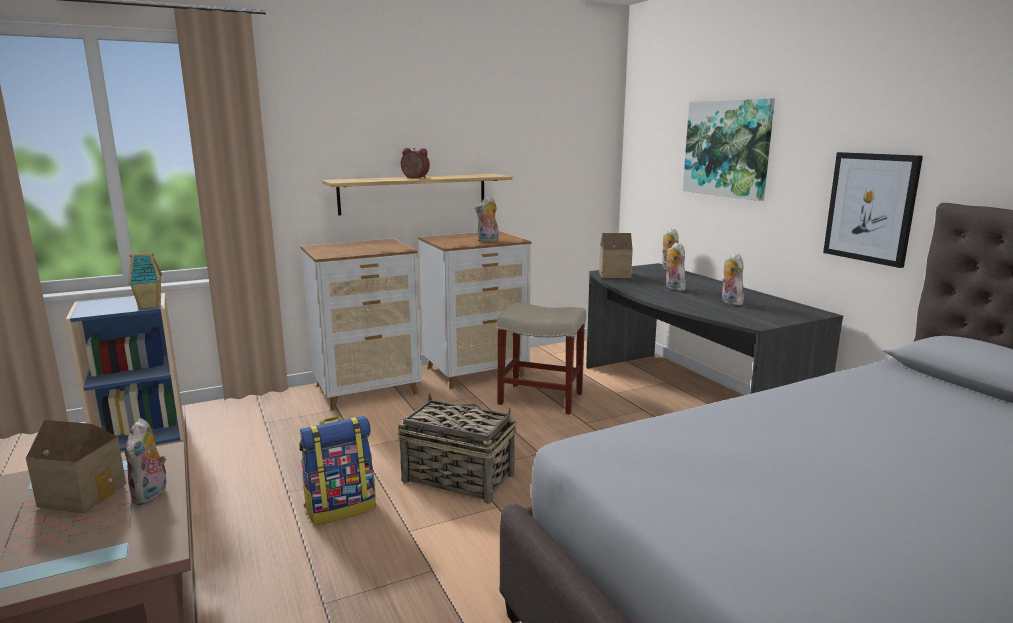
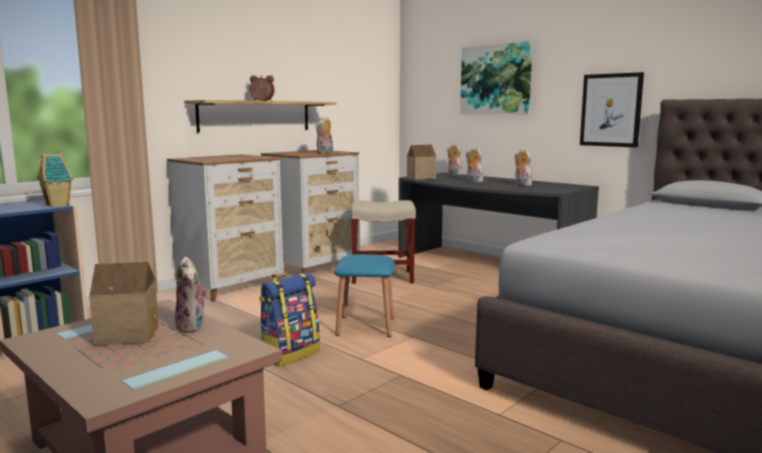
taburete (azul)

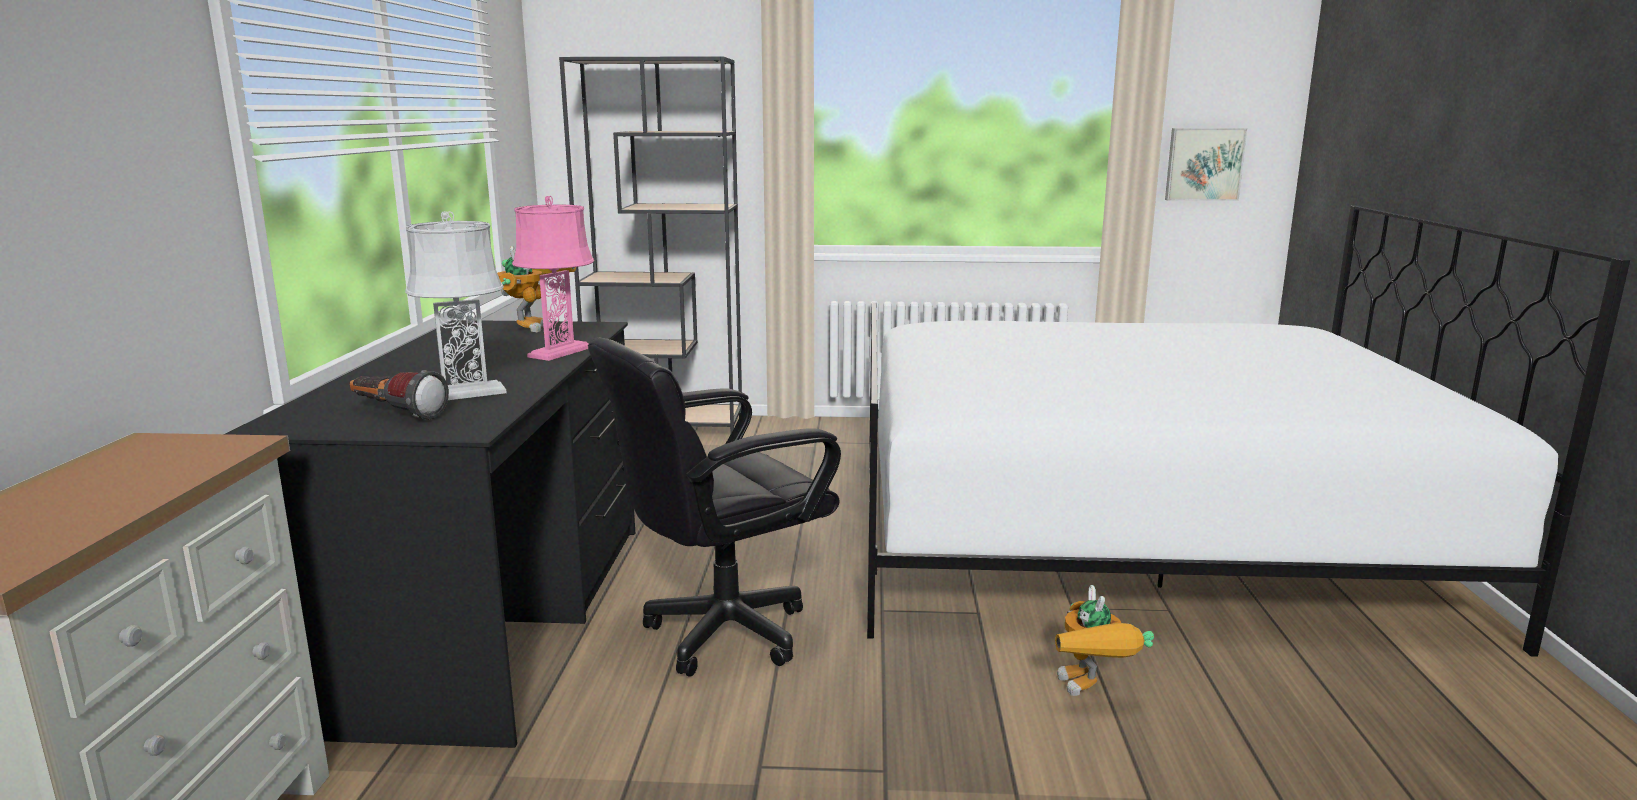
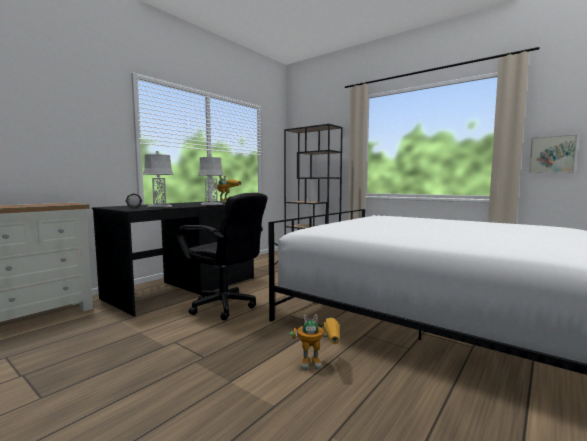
lámpara de mesa (gris) (2nd from left); silla de oficina (negro); robot de juguete (2nd from left)

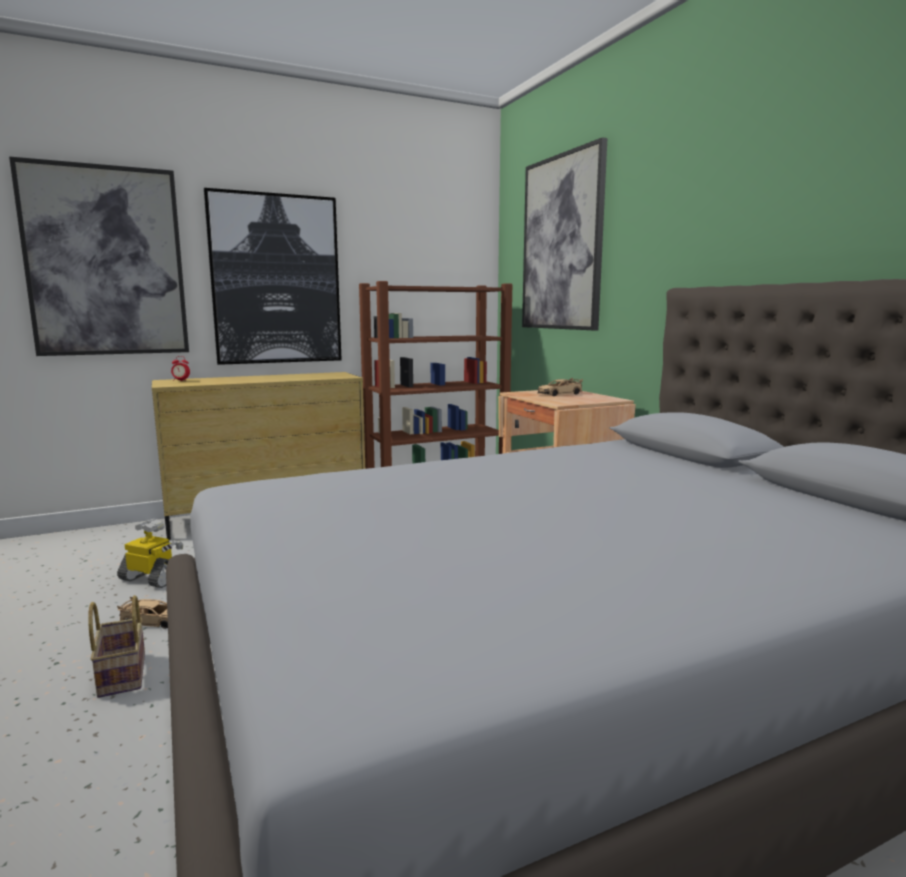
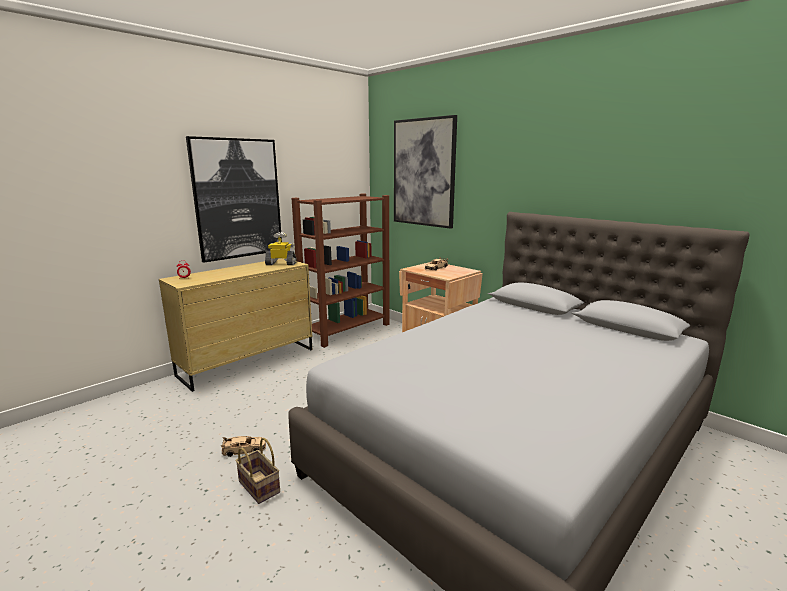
cuadro (1st from left in the first image); robot de juguete

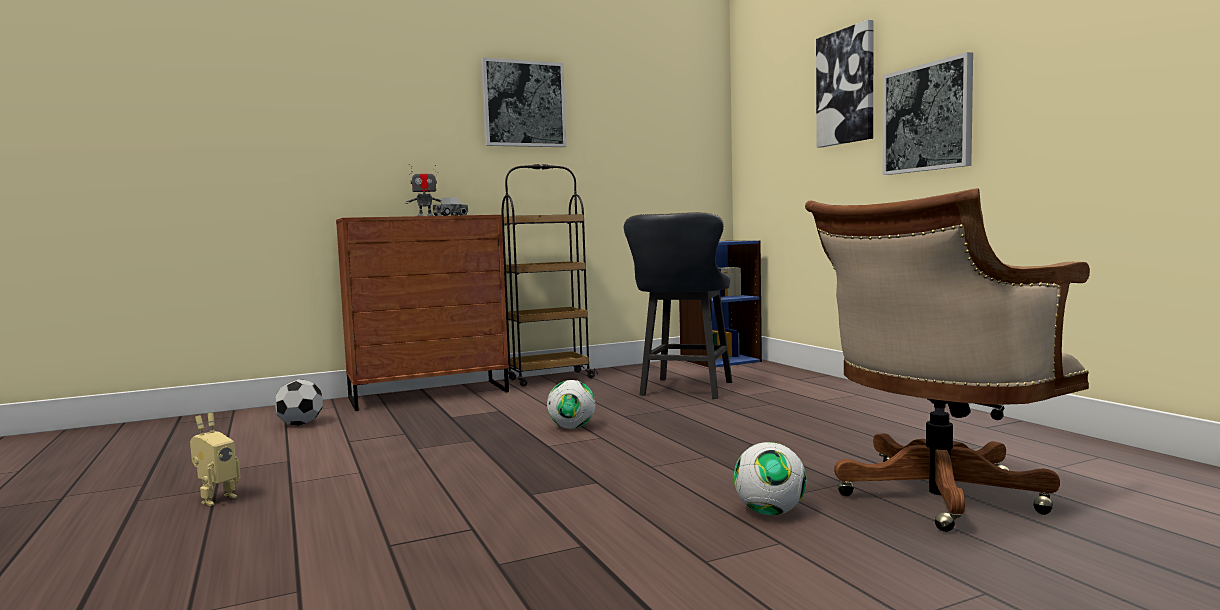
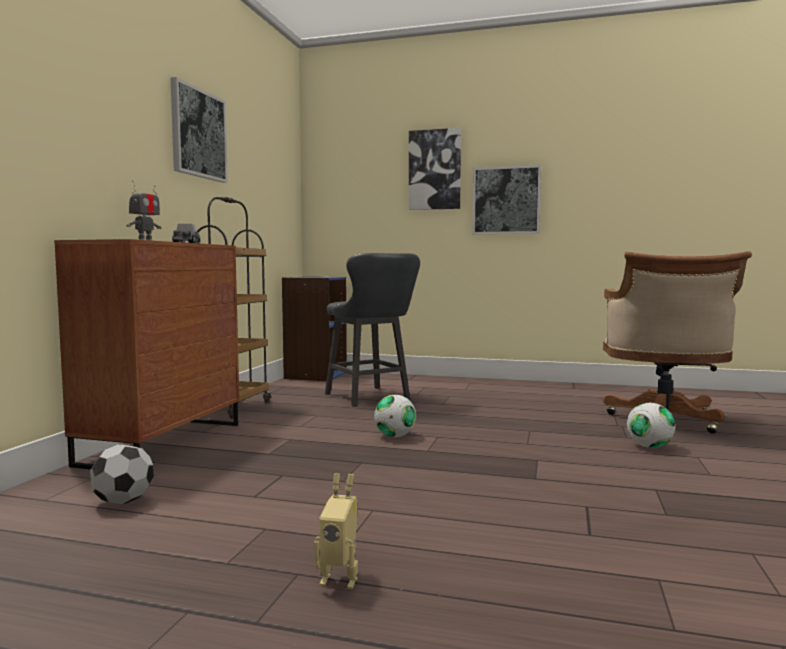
robot de juguete (2nd from left)

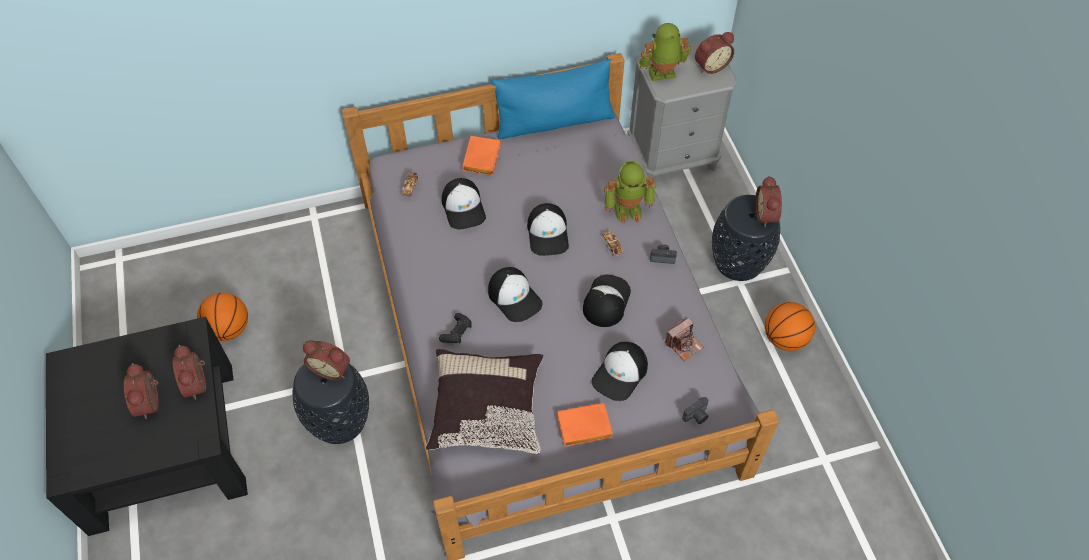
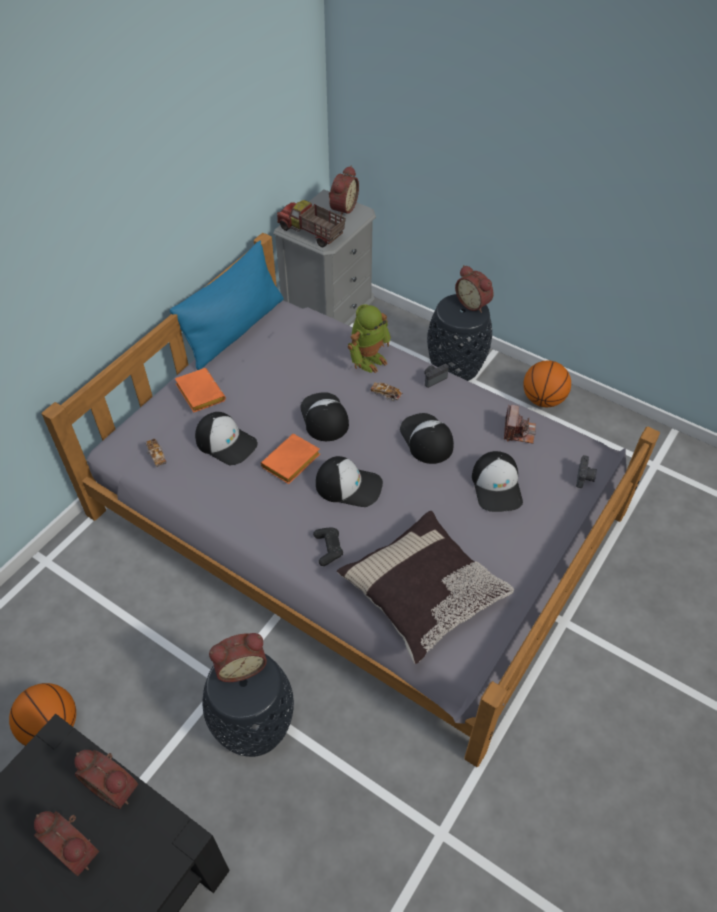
camión de juguete; gorra (2nd from left); libro (naranja) (2nd from left)

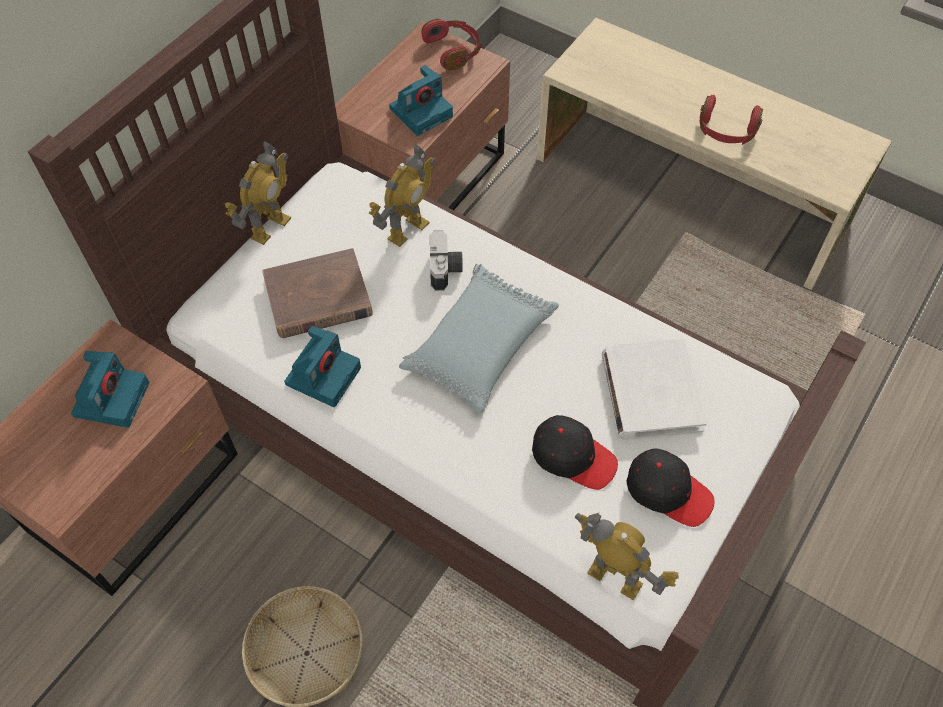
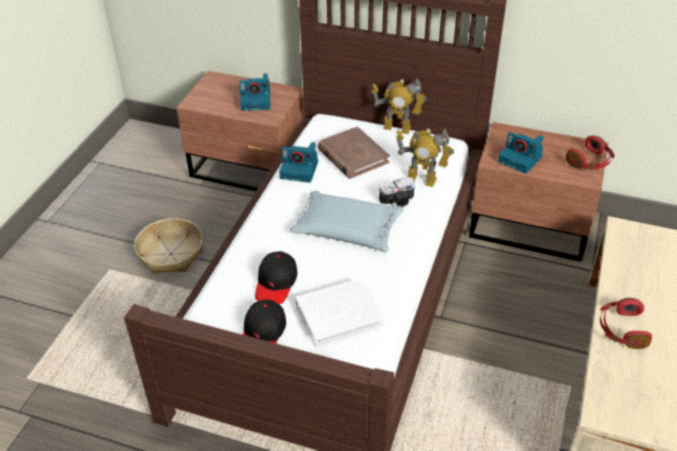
robot de juguete (3rd from left in the first image)

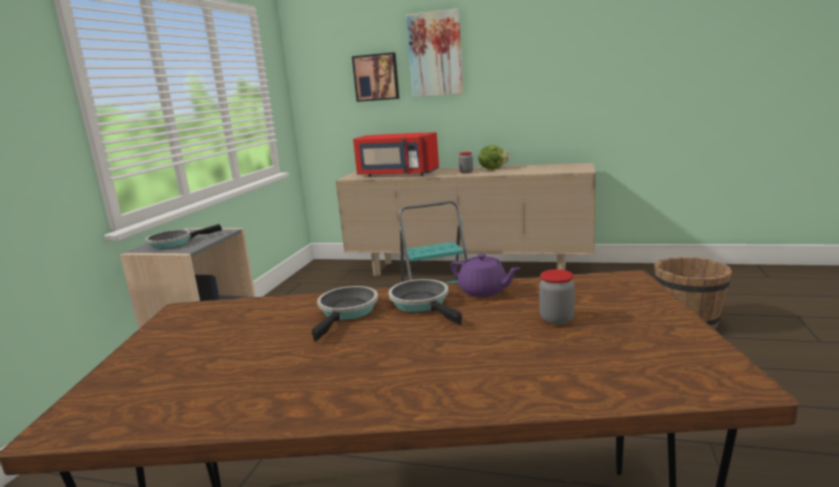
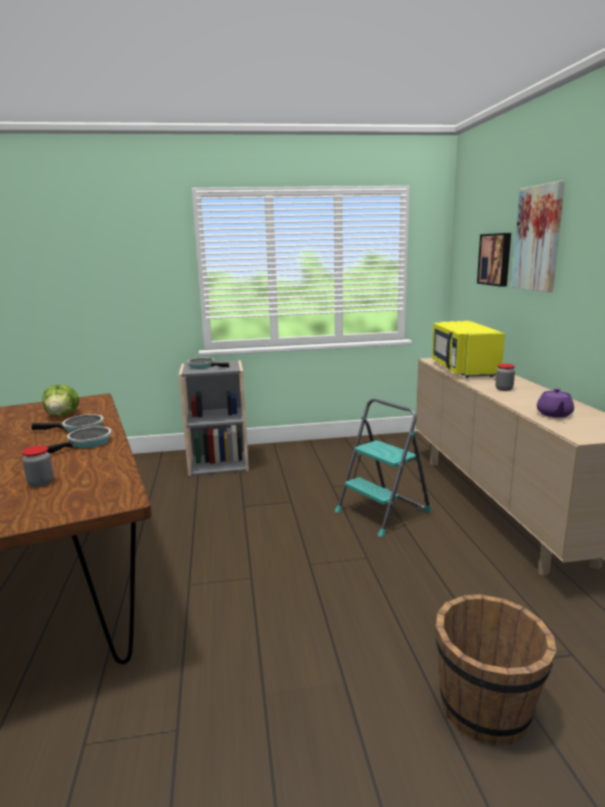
microondas (amarillo); lechuga; tetera (morado)

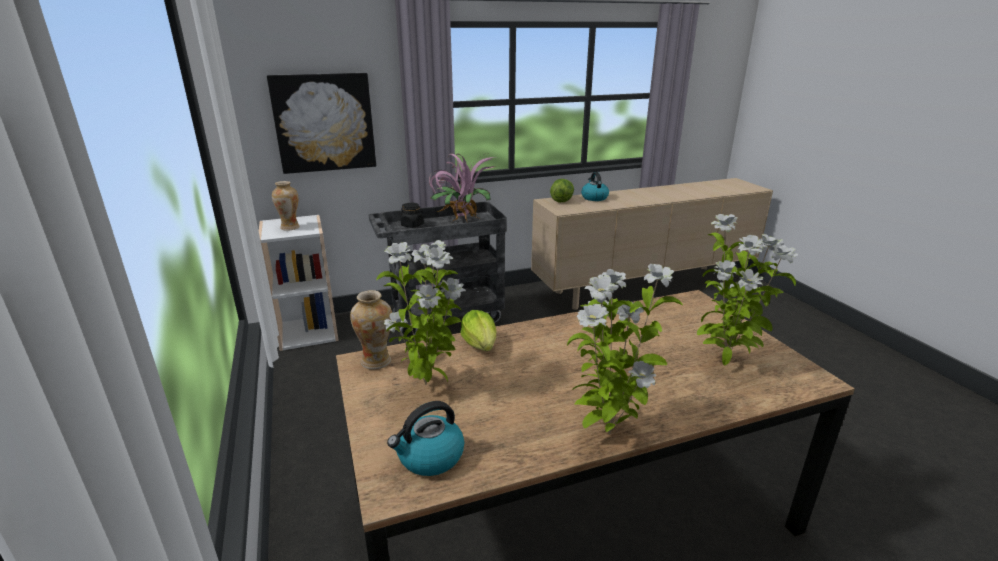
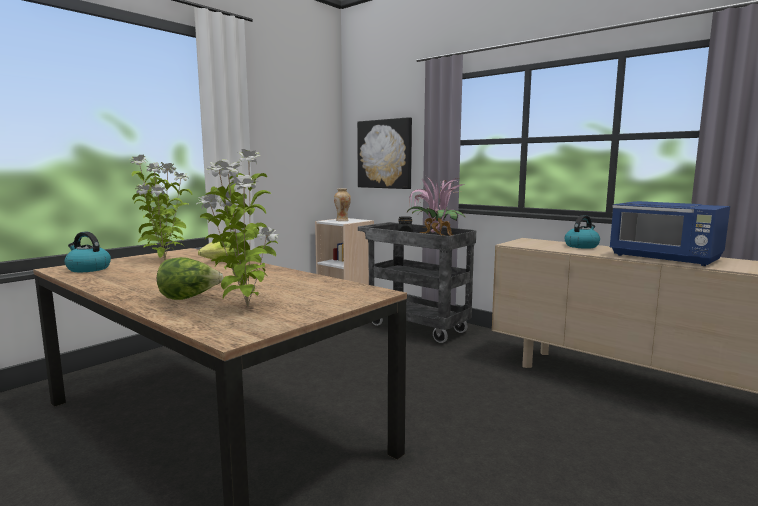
lechuga (1st from left); planta en maceta (3rd from left in the first image); florero (2nd from left in the first image); microondas (azul)

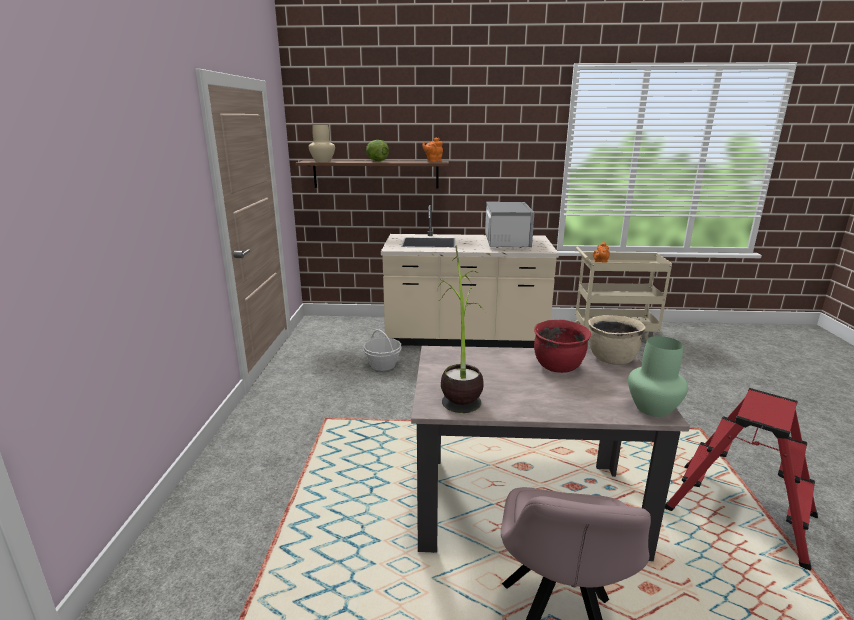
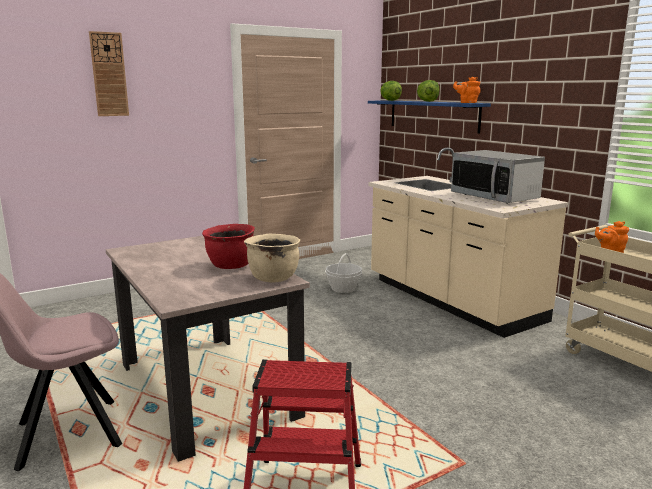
lechuga (1st from left); estante (azul); microondas; planta en maceta; florero (verde); reloj de pared

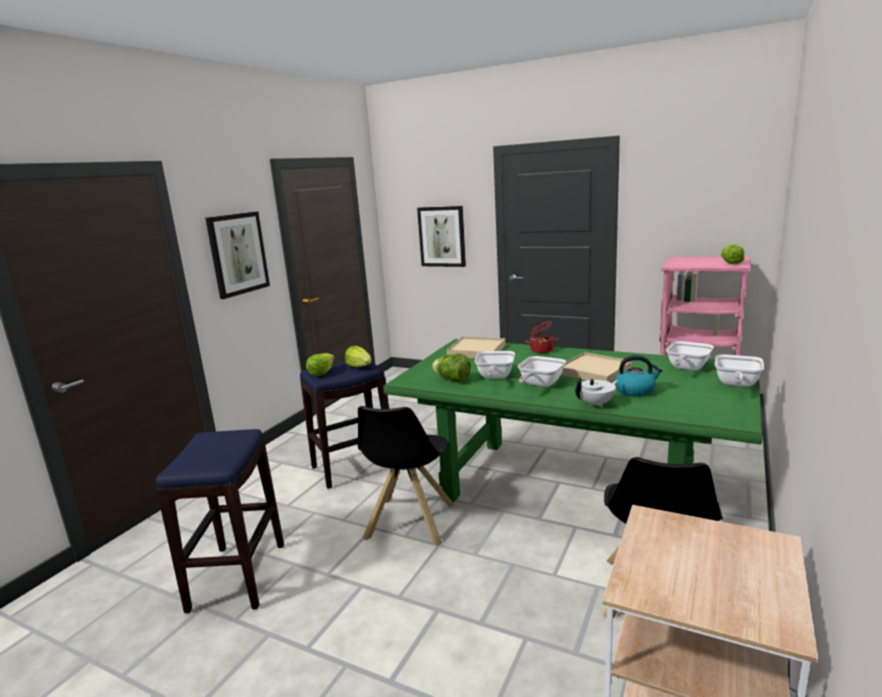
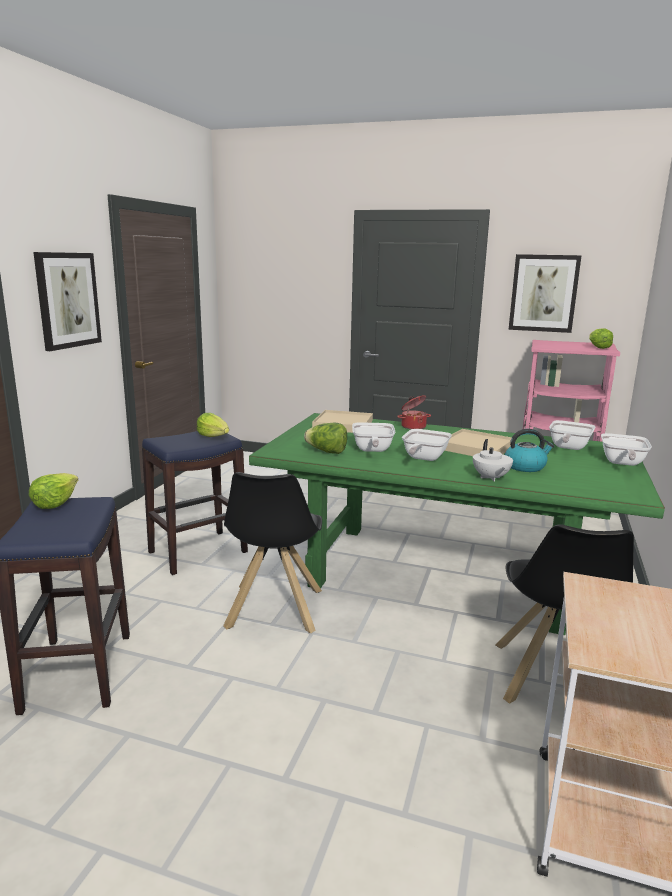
cuadro (2nd from left); lechuga (1st from left); tetera (blanco)

